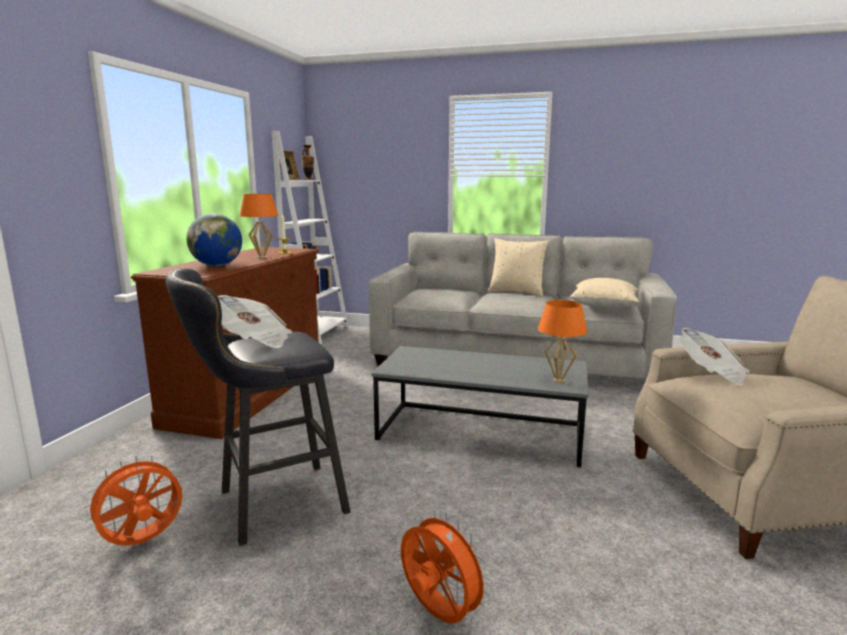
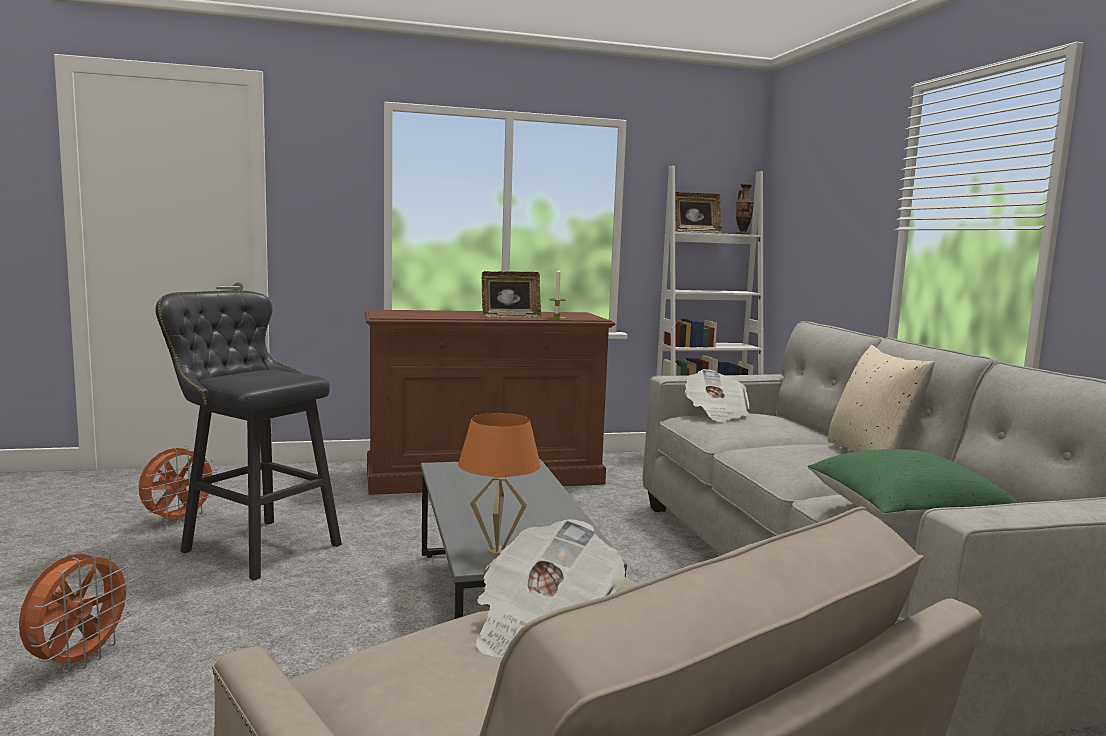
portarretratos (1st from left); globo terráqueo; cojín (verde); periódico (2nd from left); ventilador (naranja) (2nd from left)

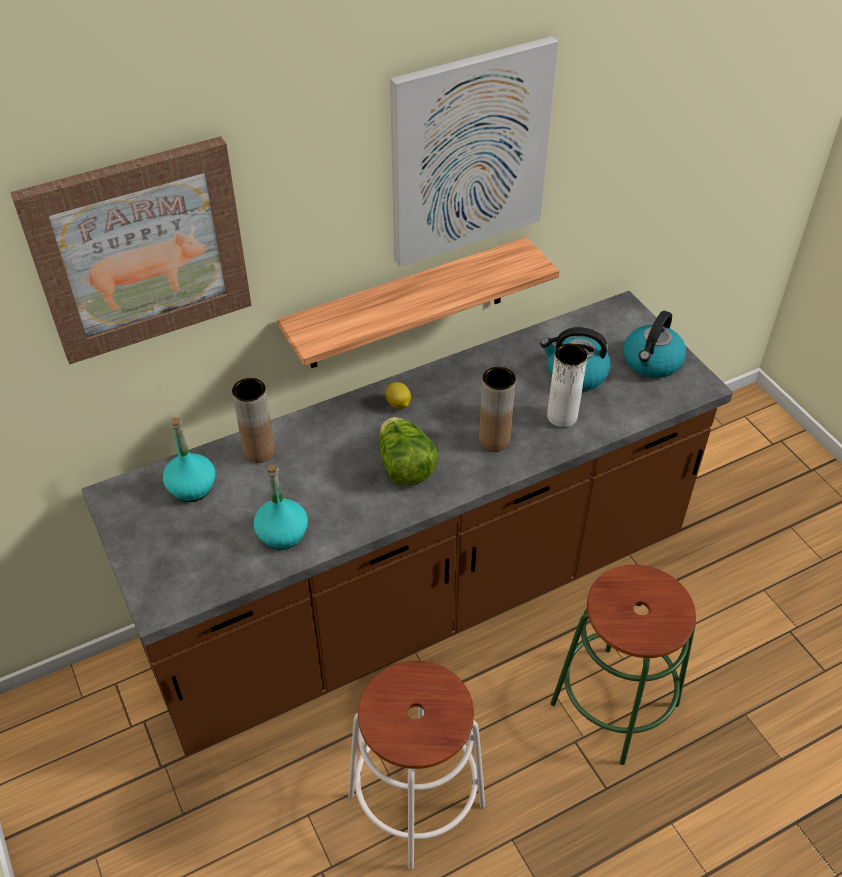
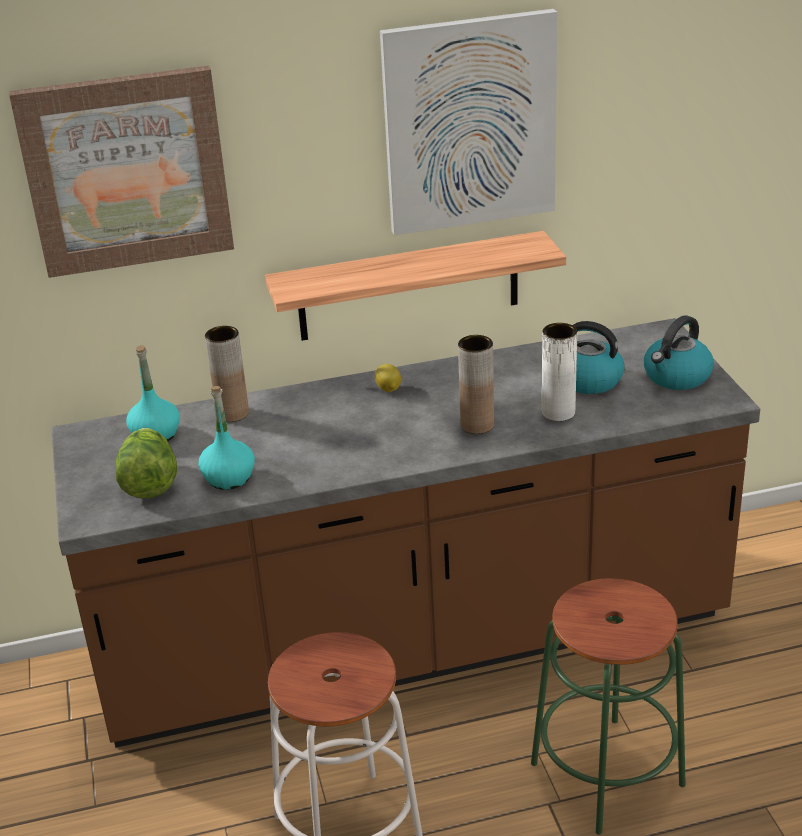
lechuga

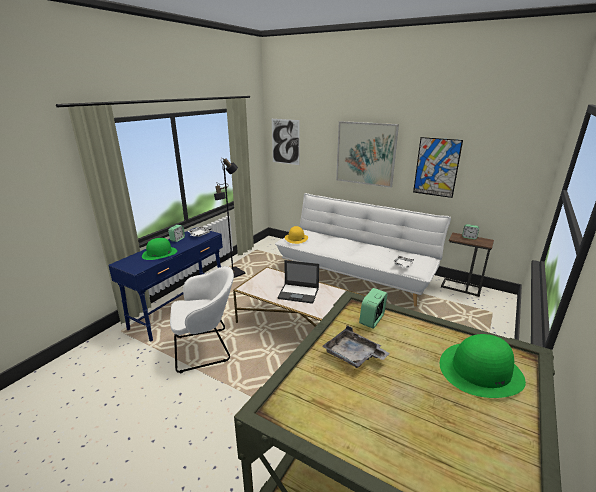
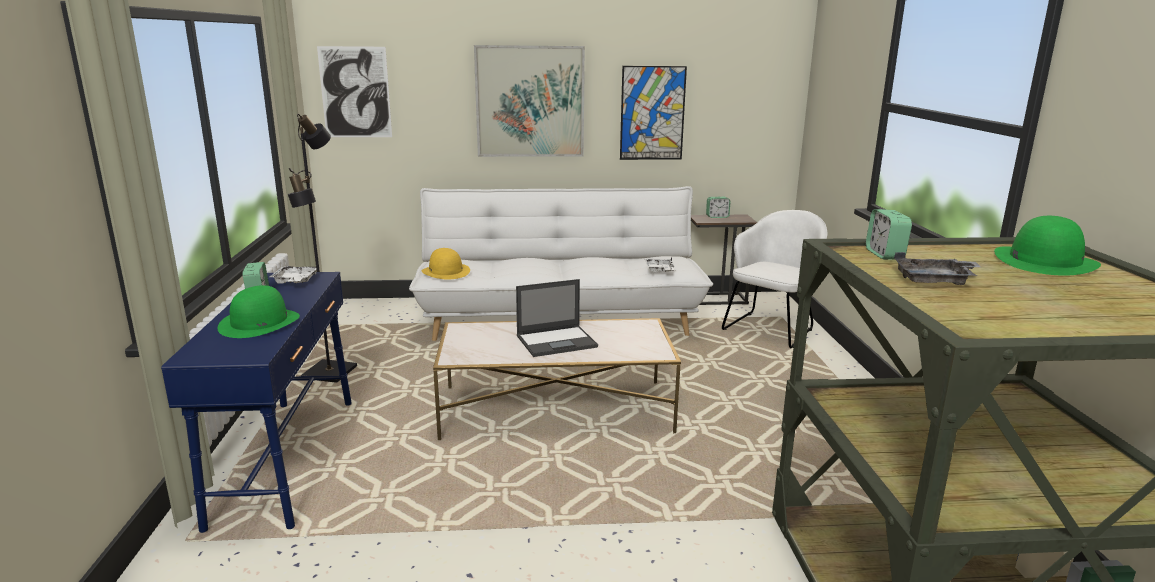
sillón (blanco)

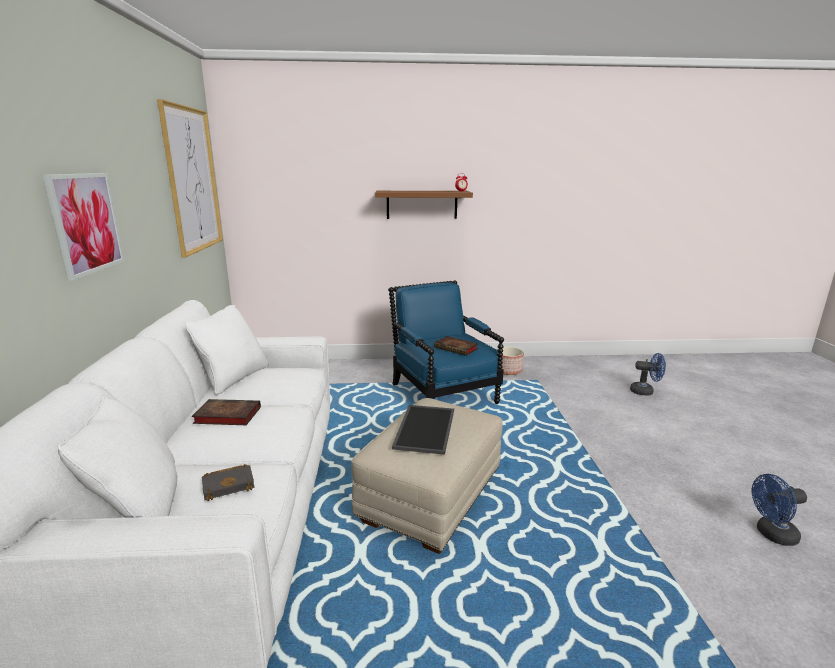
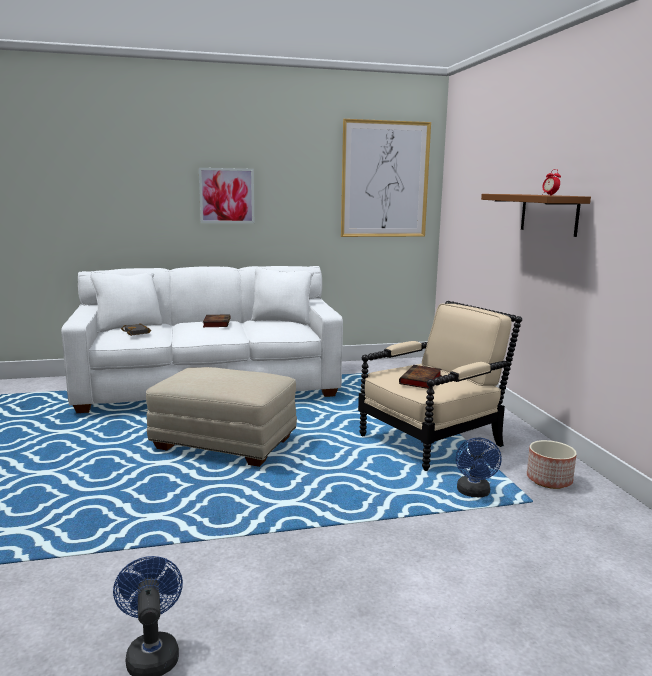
sillón (beis); ventilador (azul) (2nd from left); bandeja

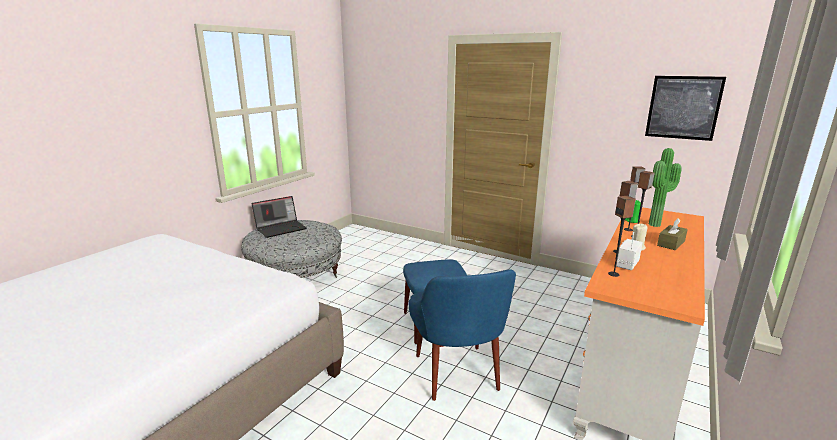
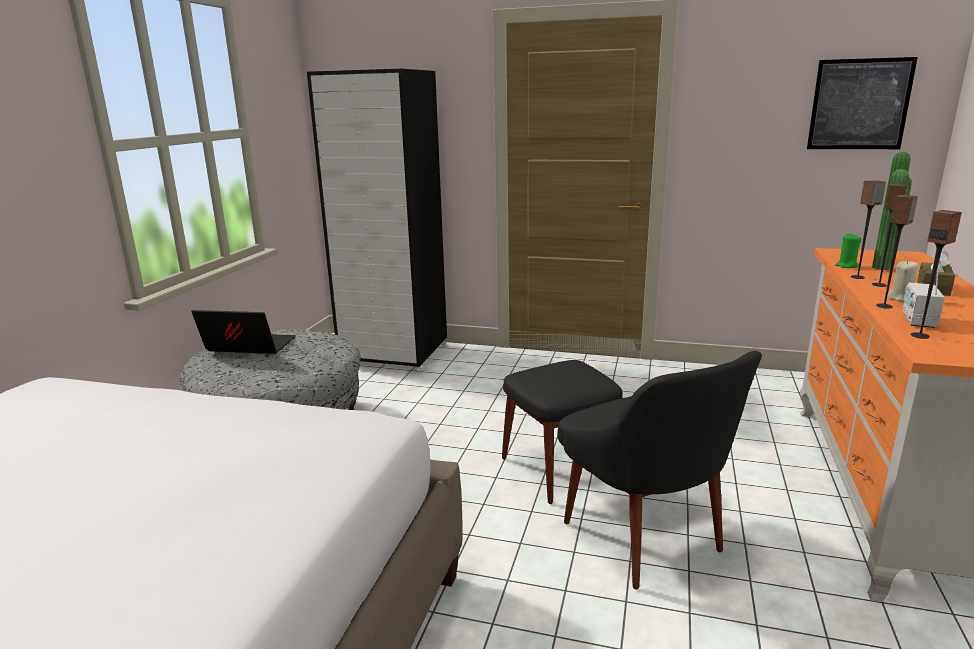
portátil; sillón (negro); armario ropero

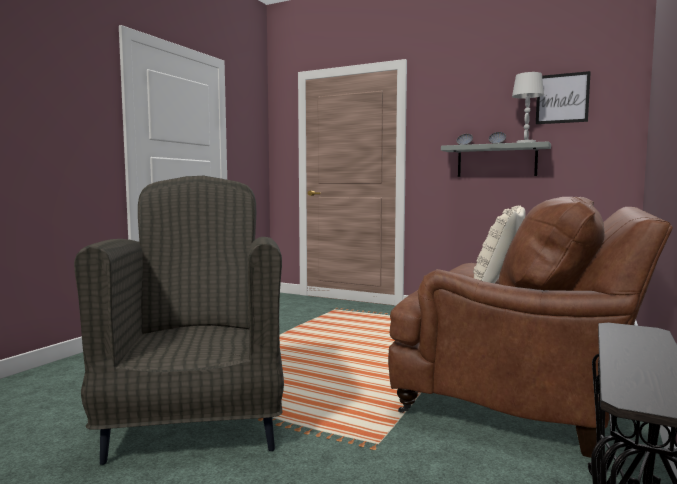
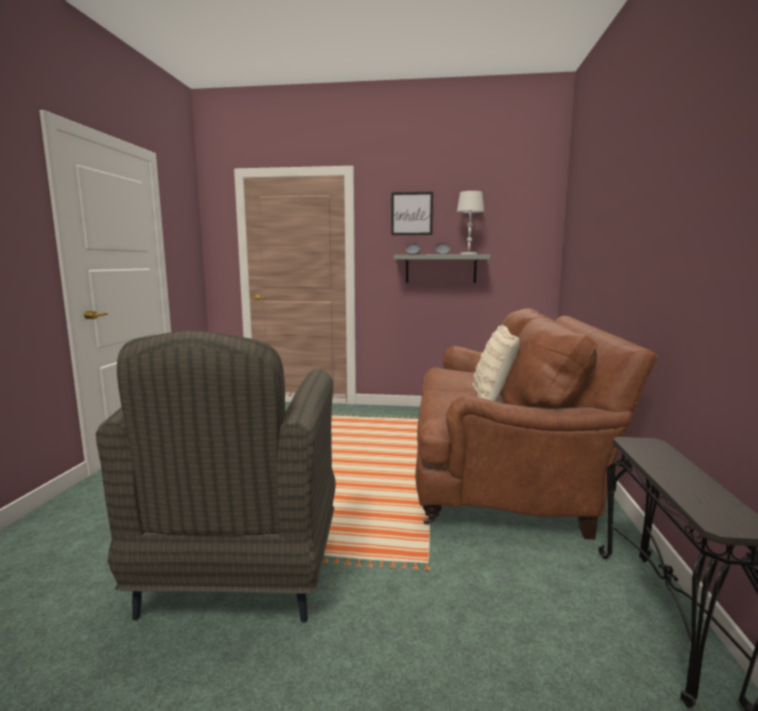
cuadro; sillón (gris)

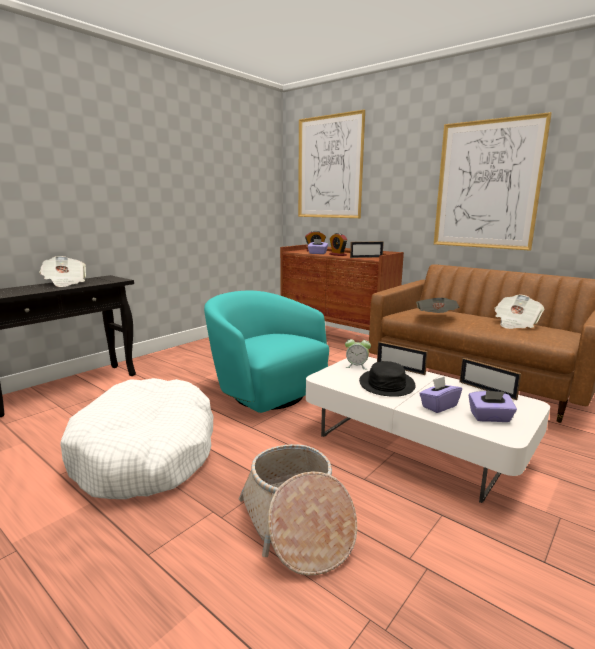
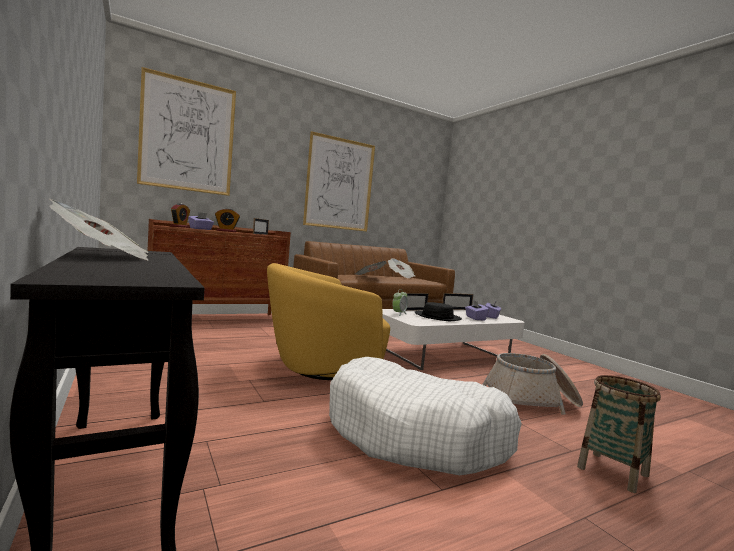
sillón (amarillo); cesta (2nd from left)

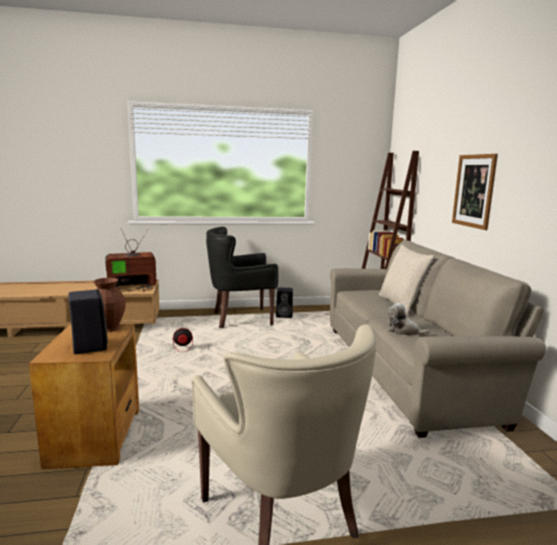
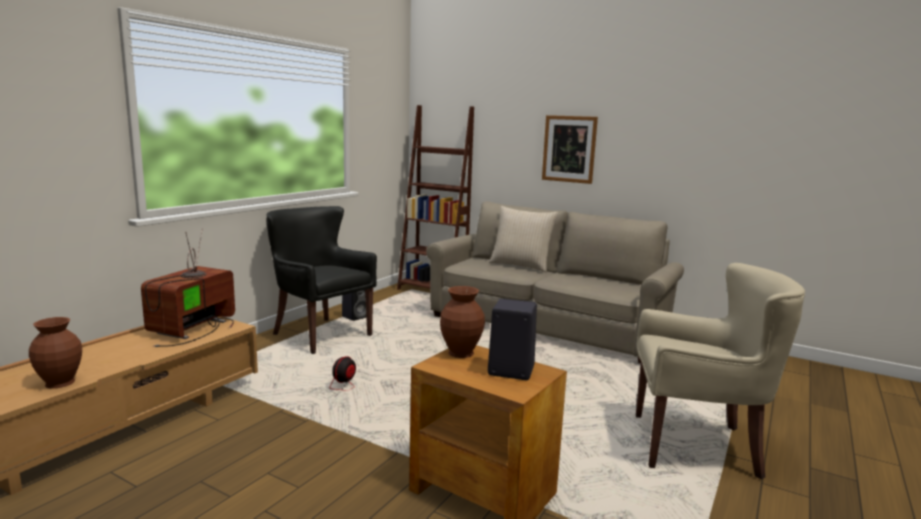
sillón (negro); peluche; florero (marrón) (1st from left)

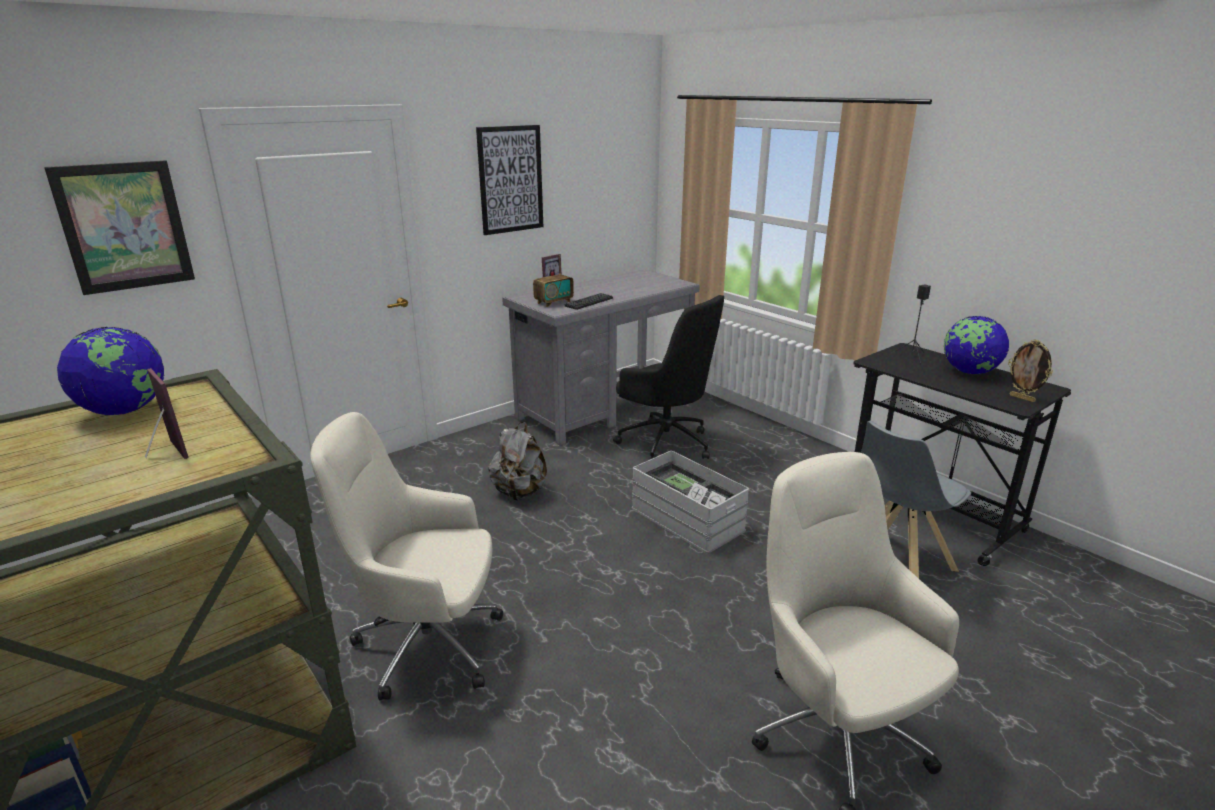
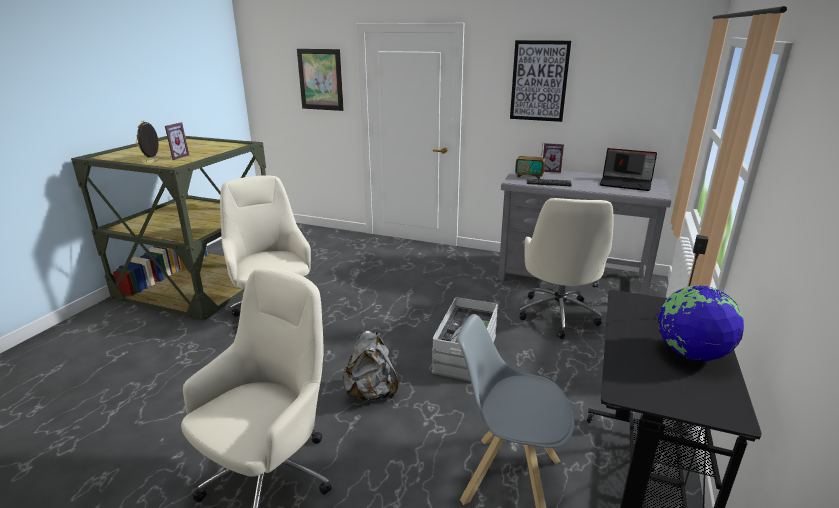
silla de oficina (beis) (3rd from left); globo terráqueo (1st from left in the first image); portarretratos (1st from left); mochila (gris); portátil

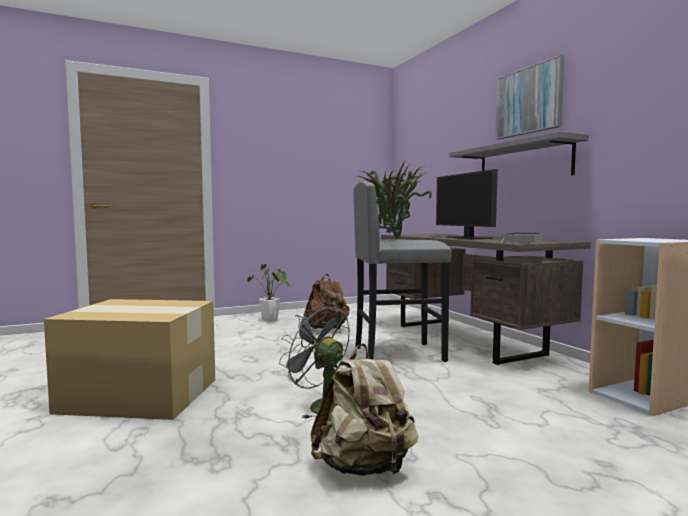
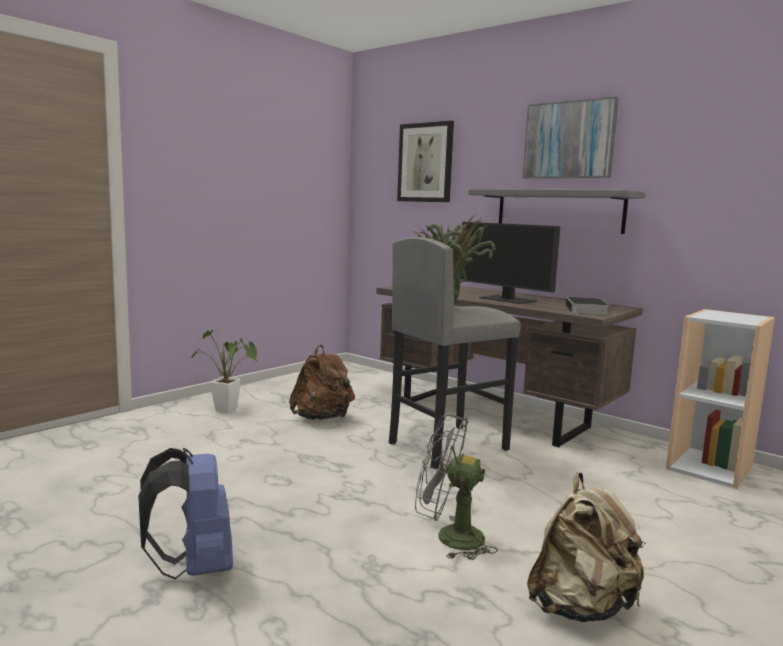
mochila (azul); cuadro (1st from left)

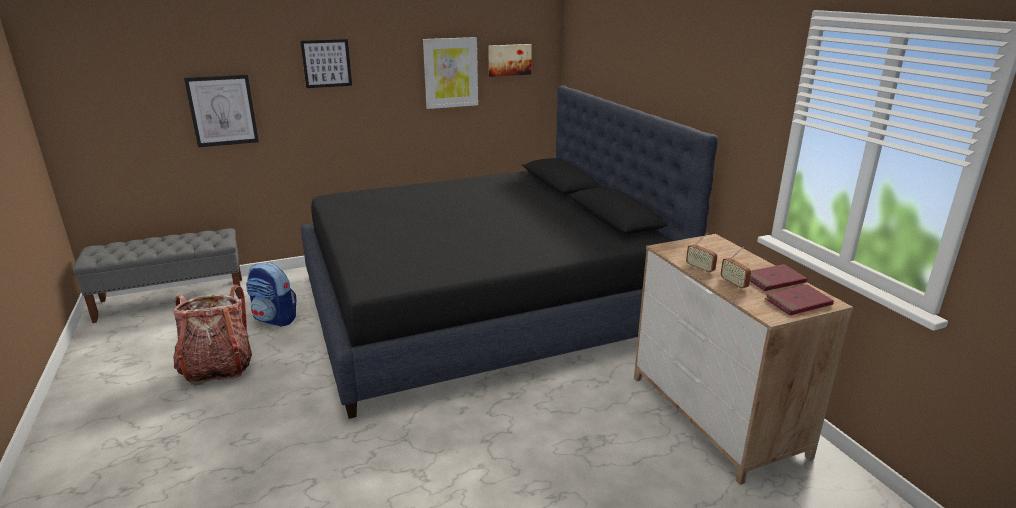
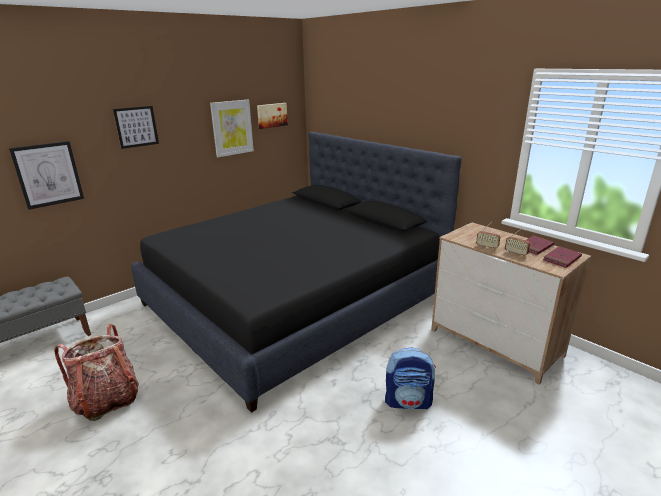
mochila (2nd from left)

